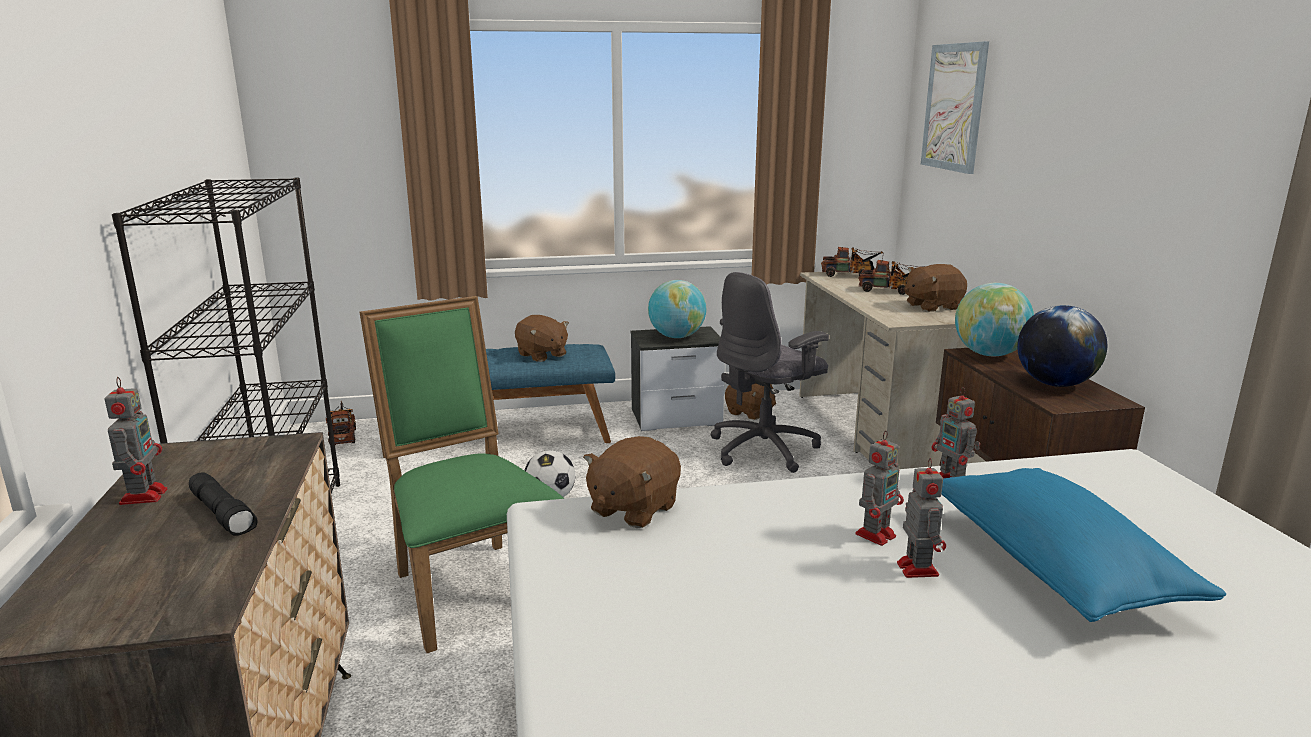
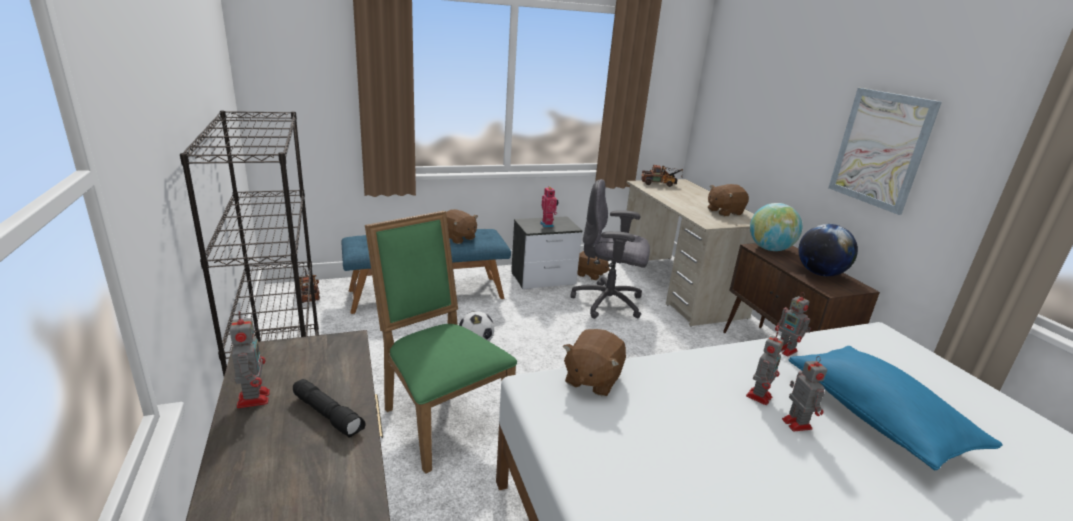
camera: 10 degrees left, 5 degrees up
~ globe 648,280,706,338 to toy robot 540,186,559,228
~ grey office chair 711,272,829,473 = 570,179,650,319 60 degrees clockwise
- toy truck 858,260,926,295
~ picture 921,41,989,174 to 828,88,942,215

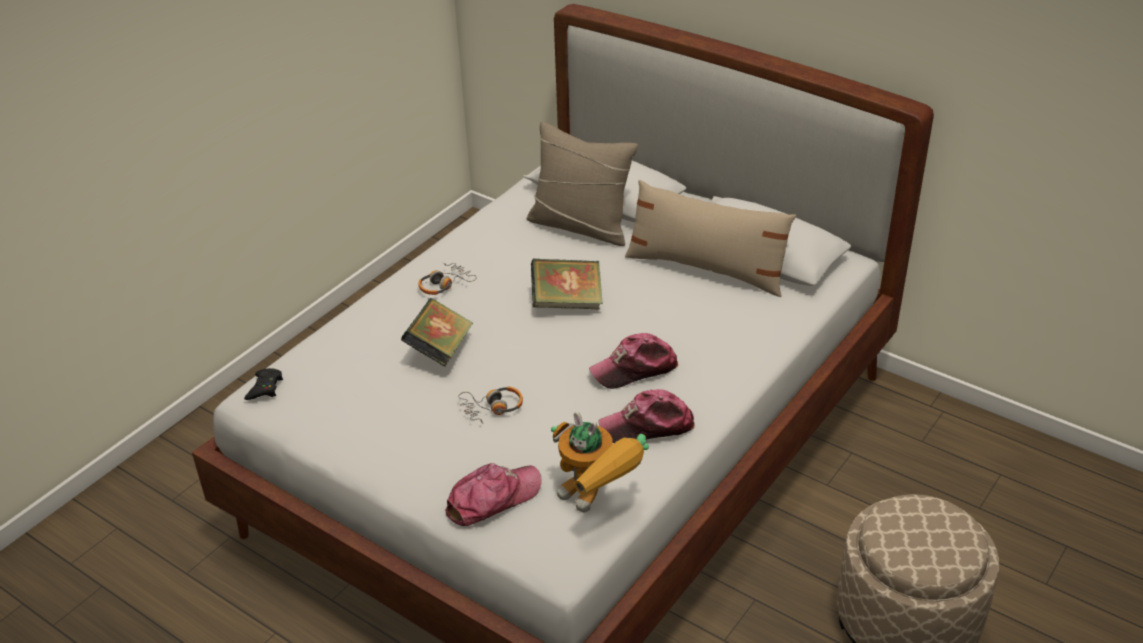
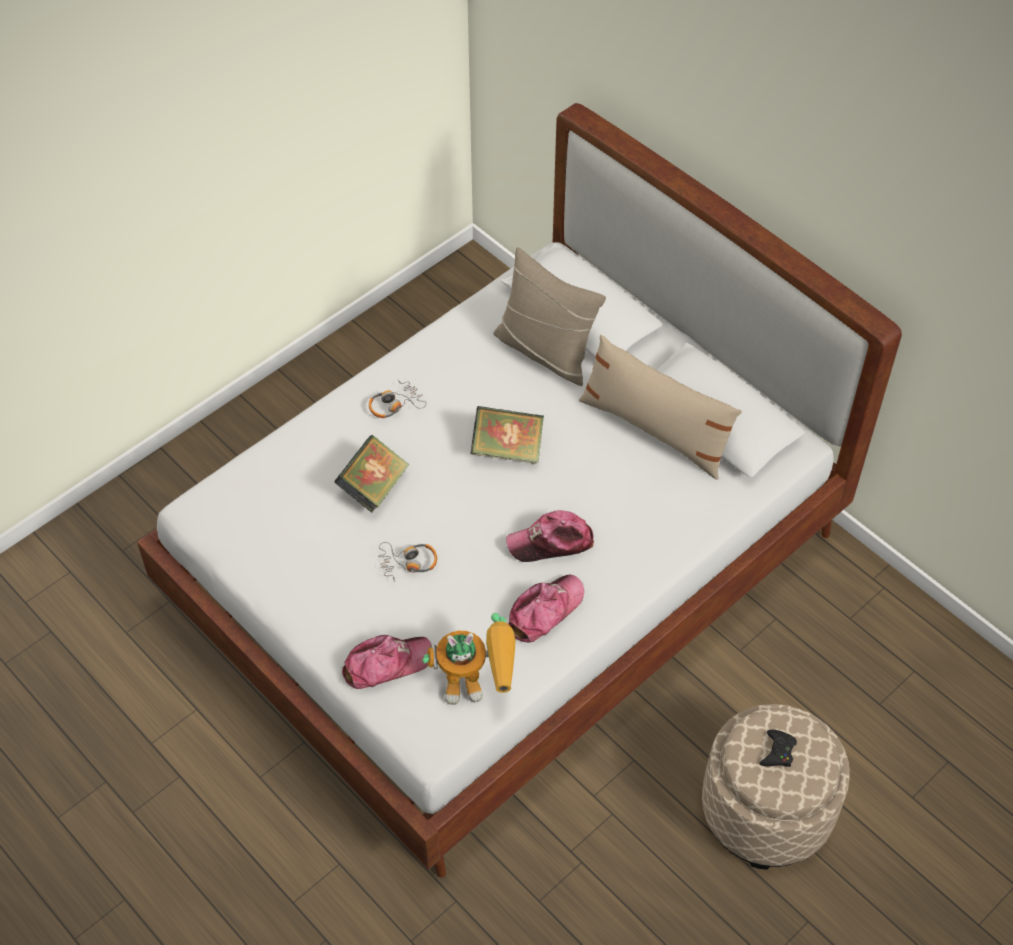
camera: 10 degrees right, 15 degrees up
~ black game controller 244,368,283,400 to 759,730,797,767
~ toy robot 551,411,649,513 = 422,613,515,705 60 degrees counterclockwise
~ cap 598,389,695,443 = 509,575,584,642 135 degrees clockwise

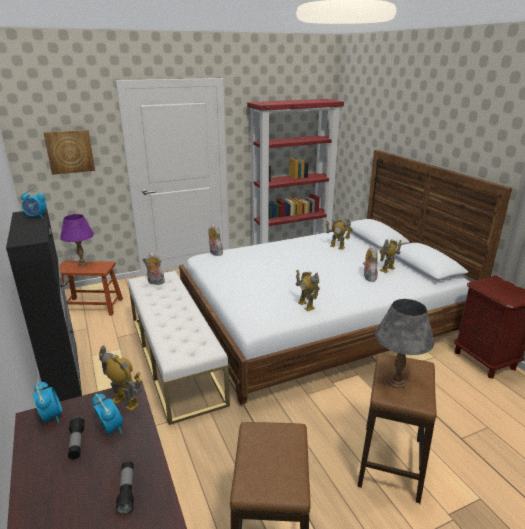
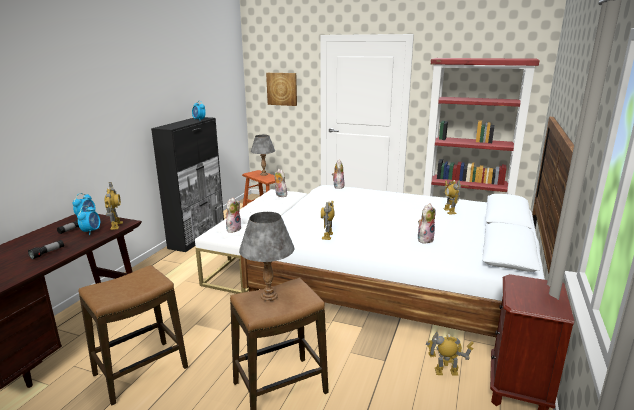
camera: 45 degrees right, 5 degrees down
~ purple table lamp 60,214,94,267 to grey table lamp 251,135,275,176
~ toy robot 380,239,402,273 to 426,332,474,376
+ plush toy 226,198,241,233

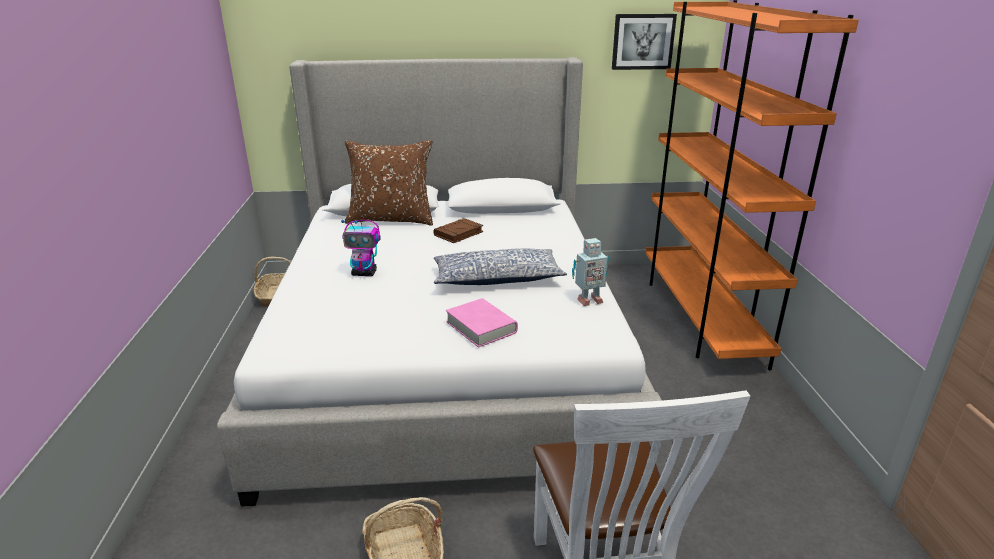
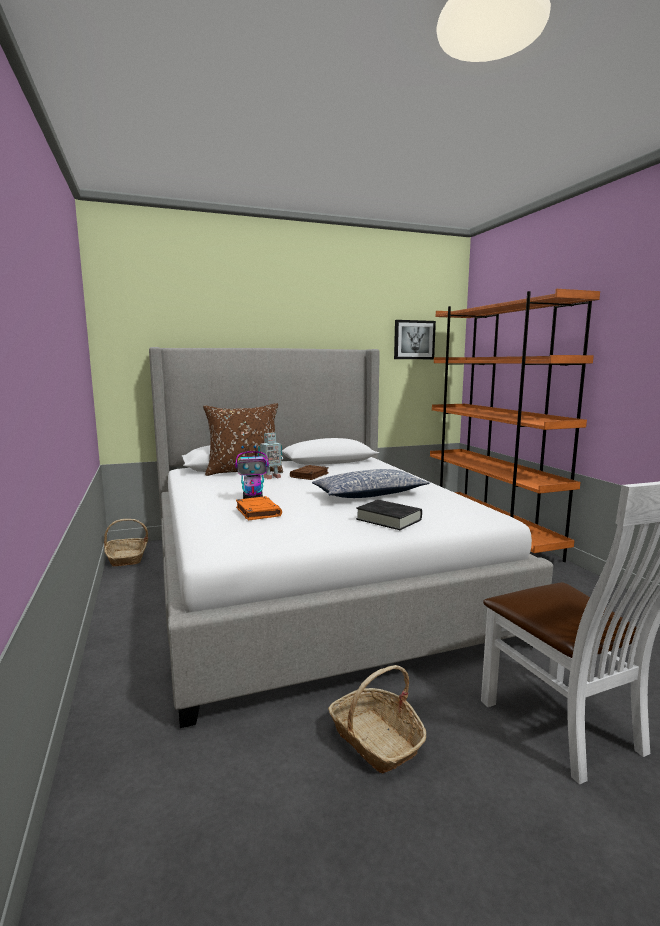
camera: 15 degrees left, 15 degrees down
~ pink book 446,298,518,348 to black book 356,500,422,530
~ toy robot 572,238,609,306 to 258,433,282,479
+ orange book 236,496,282,521

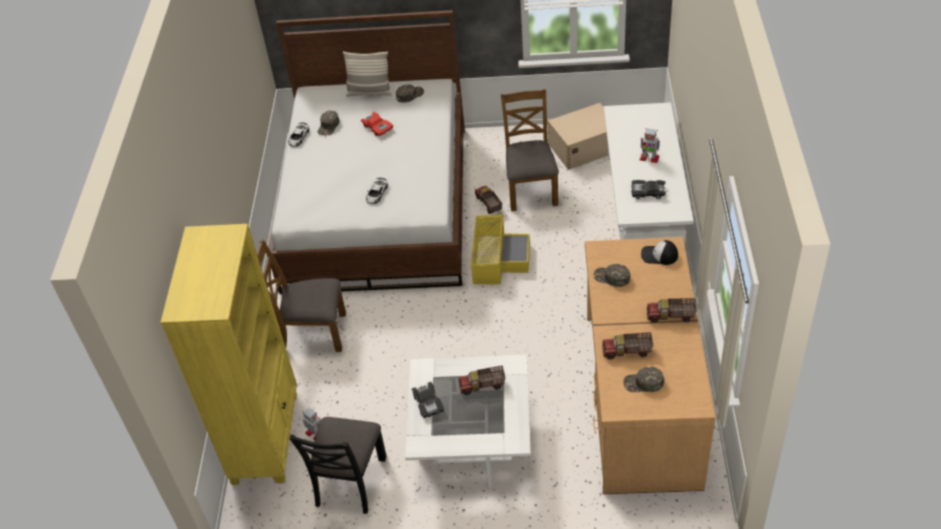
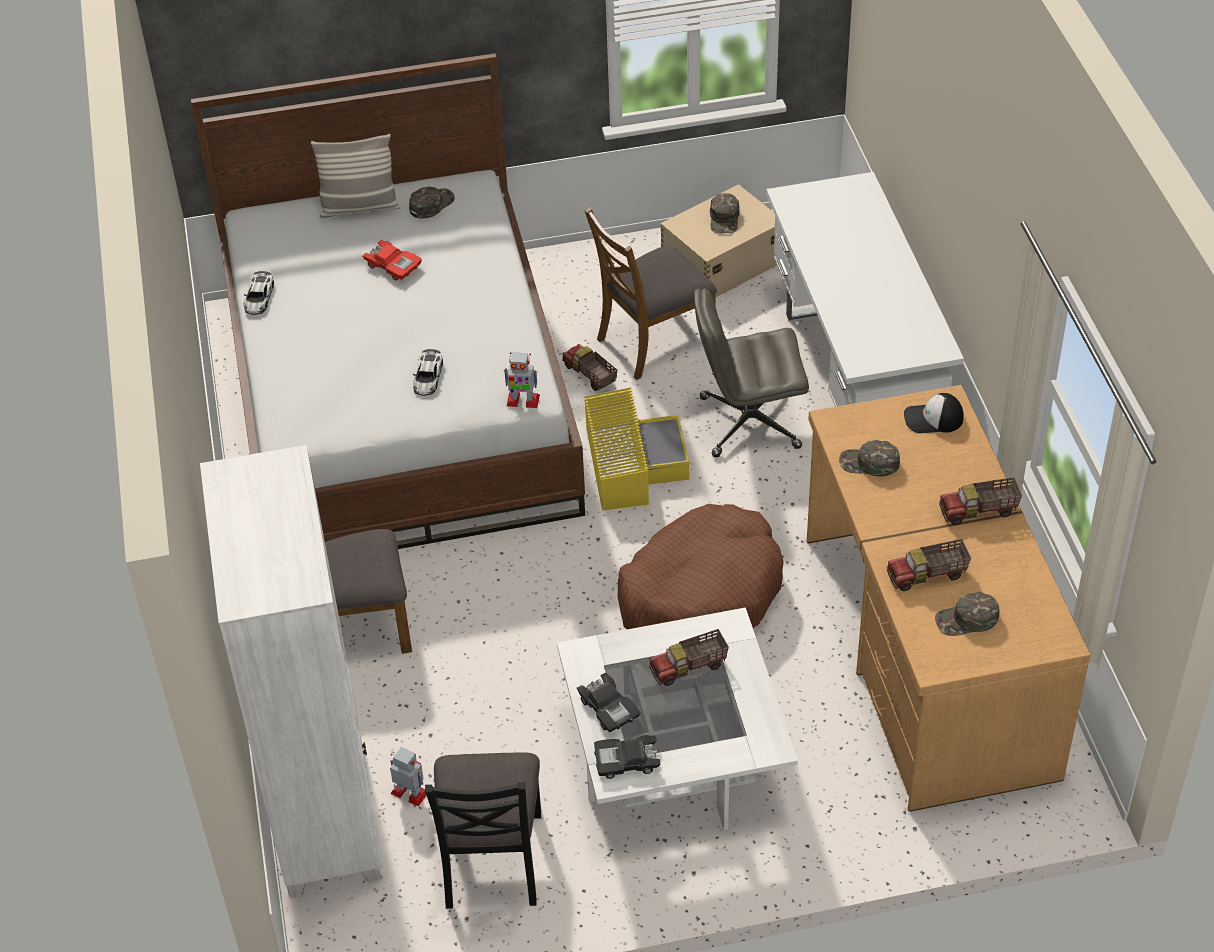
camera: 15 degrees left, 0 degrees up
~ yellow bookcase 160,224,297,485 to white bookcase 200,445,383,898
~ green cap 318,111,340,135 to 710,193,740,233
~ brown chair 501,89,559,211 = 585,207,717,380 105 degrees counterclockwise
~ black toy car 631,180,666,199 to 594,735,661,779
~ toy robot 640,129,660,163 to 504,352,540,408
+ brown dog bed 618,504,784,629
+ grey office chair 694,288,809,457

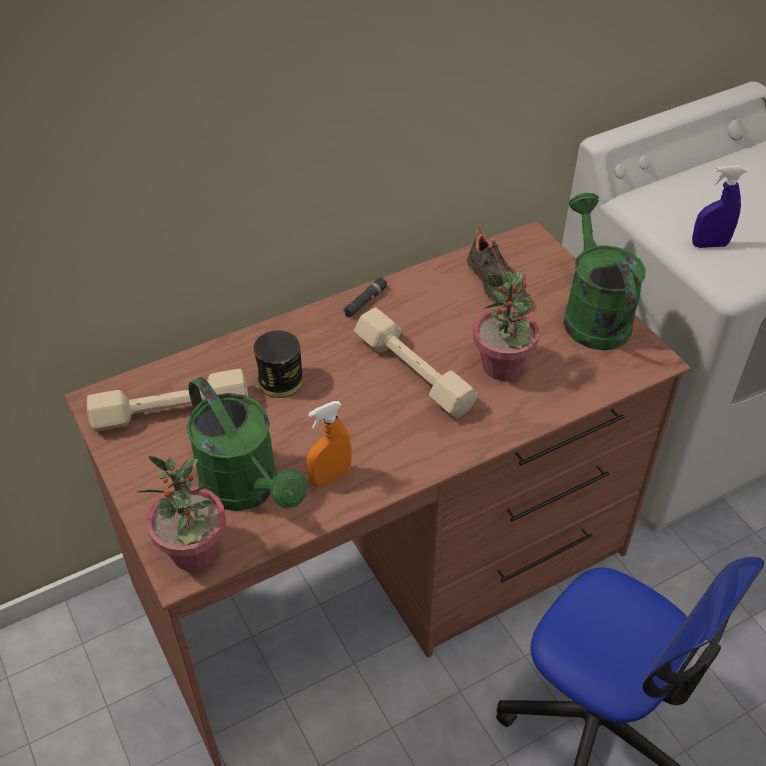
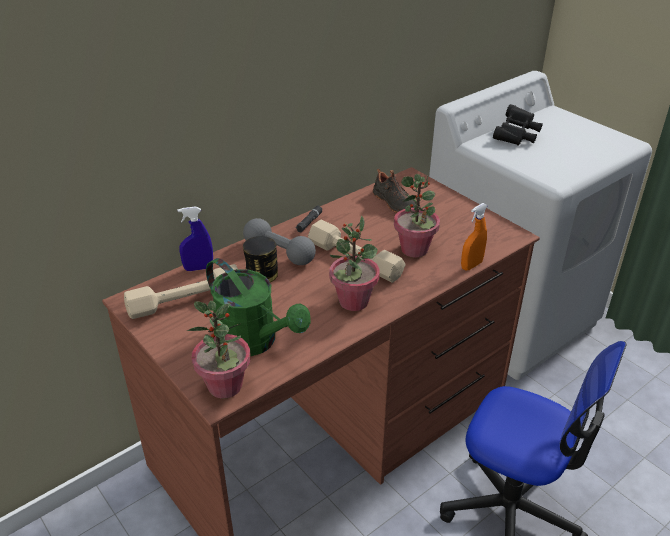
camera: 10 degrees left, 10 degrees down
~ orange spray bottle 307,401,352,487 to 461,203,488,271
- green watering can 563,193,646,350
~ blue spray bottle 692,166,746,248 to 177,206,213,271
+ grey dumbbell 243,218,316,265
+ potted plant 329,216,380,311
+ black binoculars 493,104,543,146

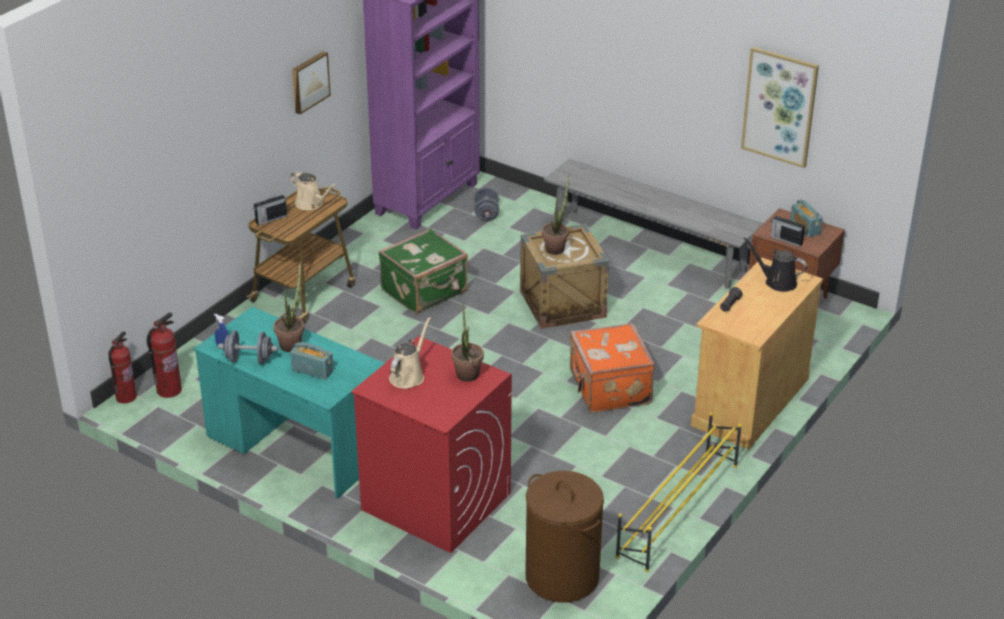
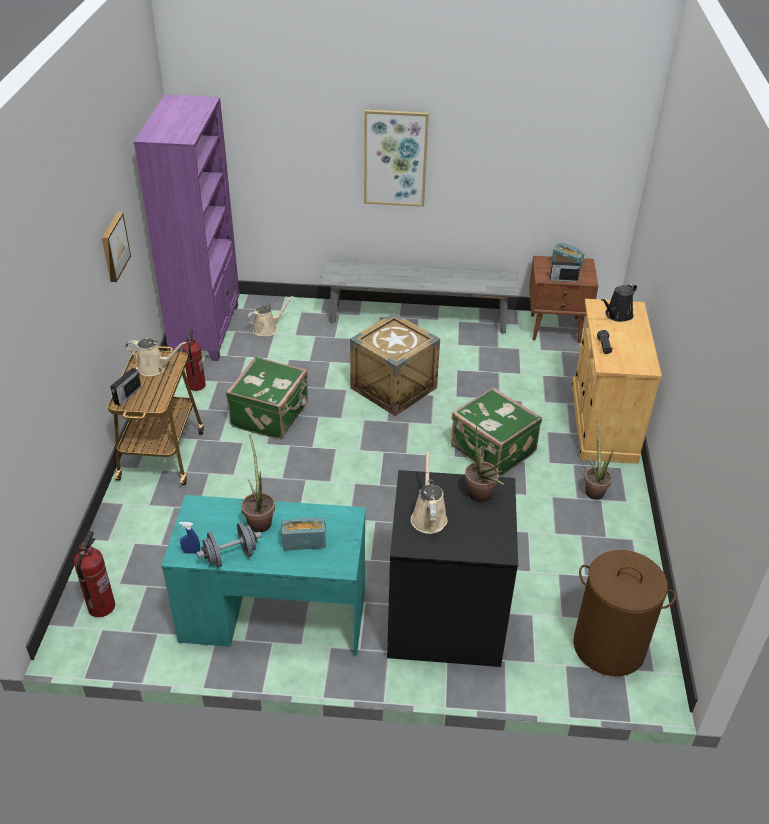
camera: 30 degrees left, 5 degrees up
~ fire extinguisher 108,331,137,404 to 183,330,206,391
~ red washing machine 351,336,512,553 to black washing machine 387,470,518,667
~ grey dumbbell 474,187,500,221 to beige watering can 247,296,294,336
~ potted plant 542,174,569,255 to 584,420,613,500
~ orange suitcase 570,323,655,413 to green suitcase 451,387,542,477
- yellow shoe rack 616,413,742,572
~ picture 741,47,819,168 to 364,110,429,207
~ black watering can 743,237,807,292 = 601,283,637,322 45 degrees counterclockwise

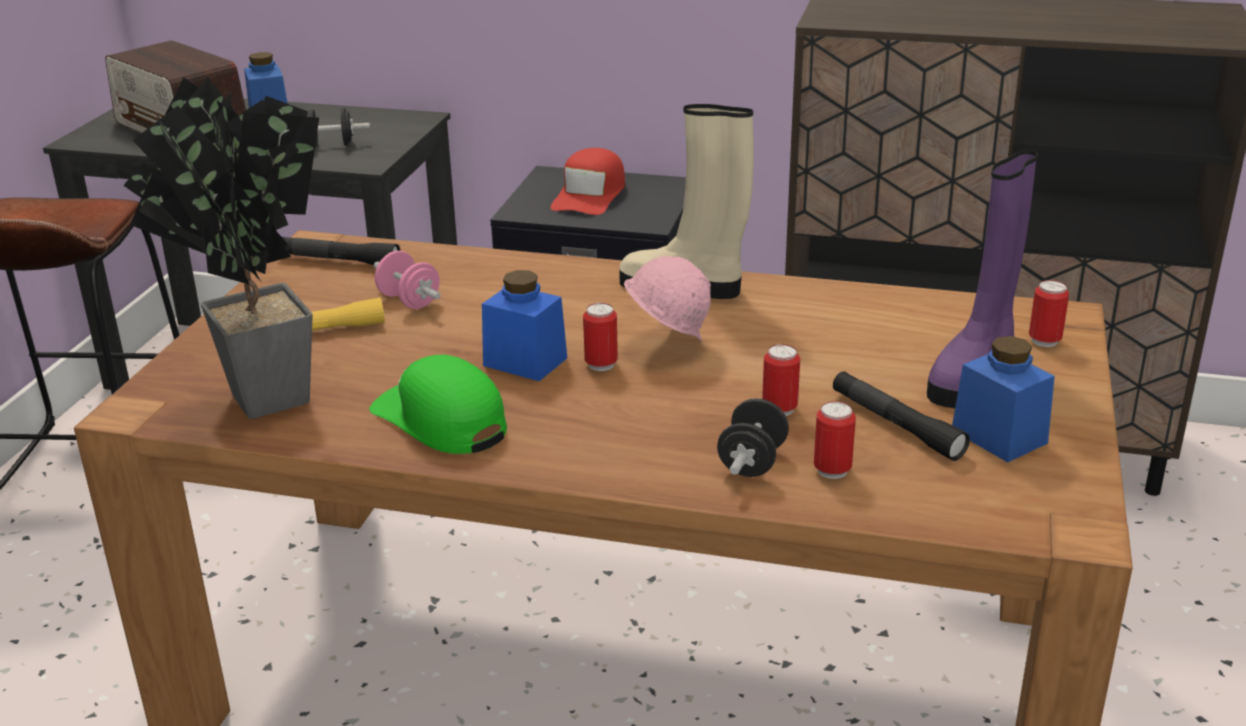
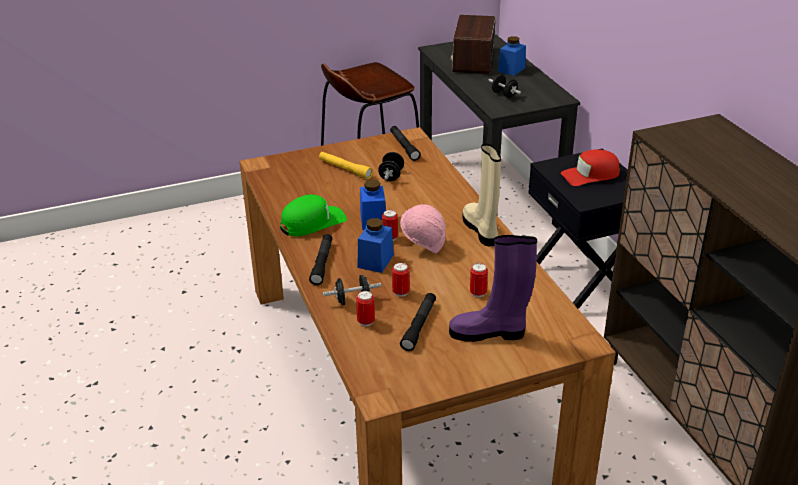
camera: 55 degrees right, 5 degrees up
- potted plant 123,77,319,419
~ green cap 369,355,507,454 = 280,194,347,237 45 degrees clockwise
~ pink dumbbell 374,251,441,309 to black dumbbell 378,152,404,181
~ blue jar 952,336,1055,462 to 358,218,394,273
~ can 1029,280,1069,347 to 470,263,488,297
+ black flashlight 309,234,333,285

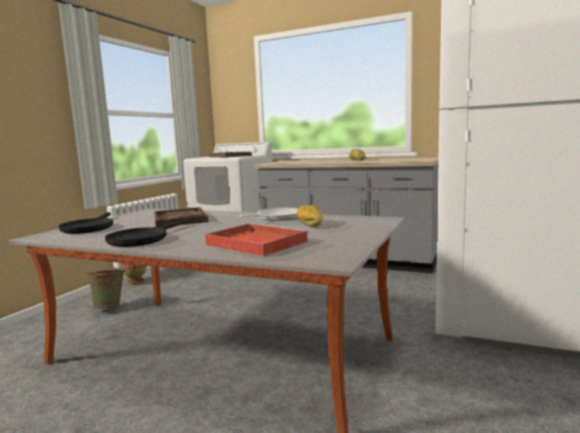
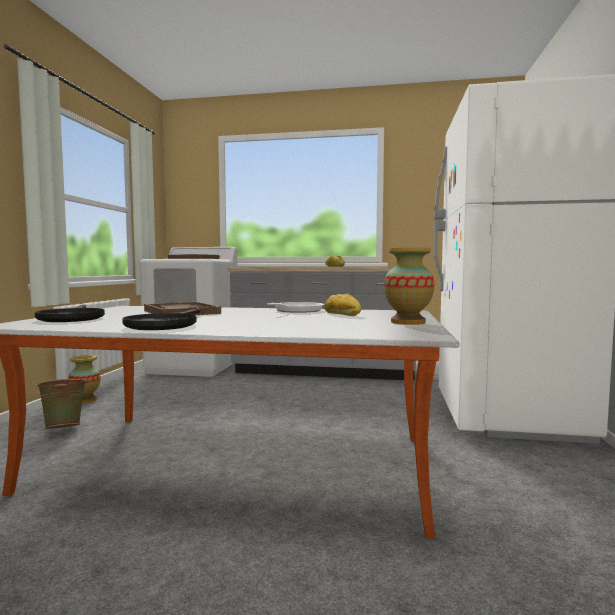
camera: 15 degrees left, 5 degrees down
- red tray 205,223,309,257
+ vase 384,248,434,325

